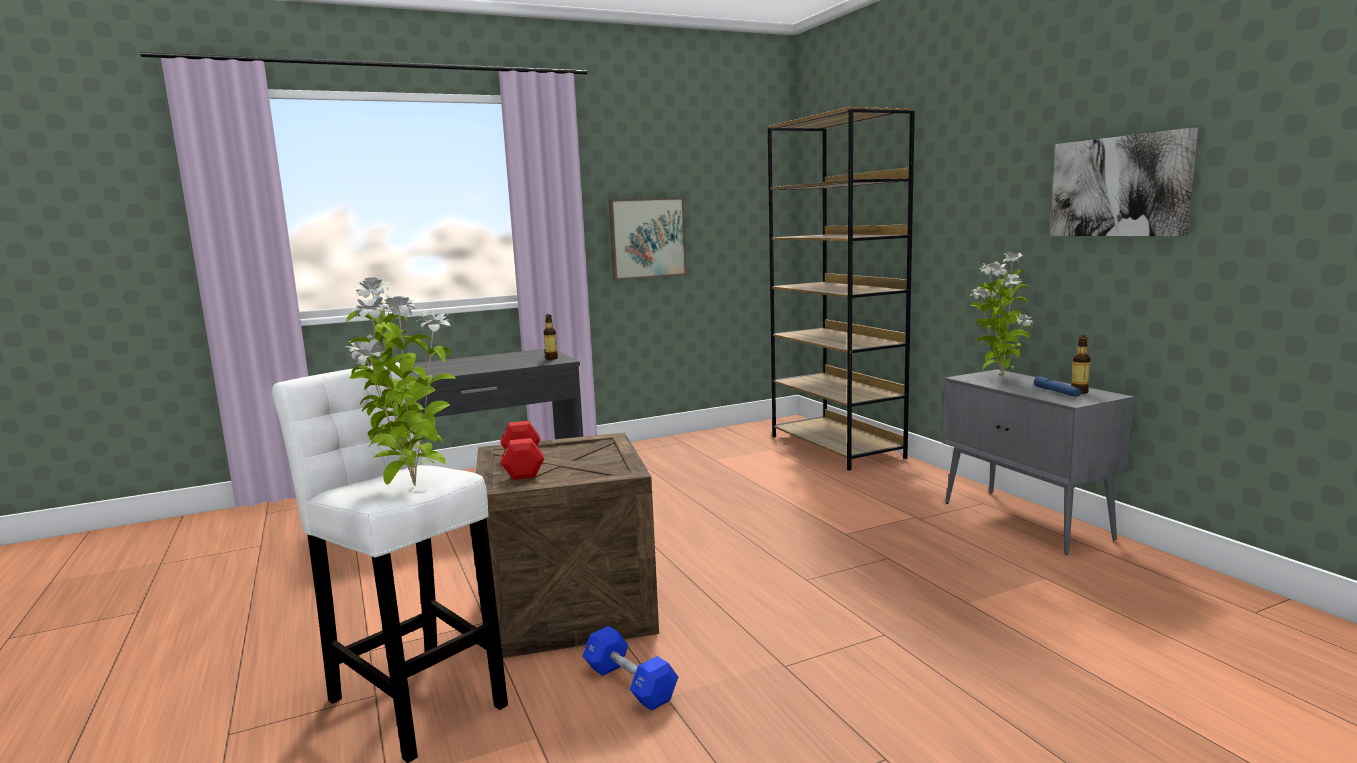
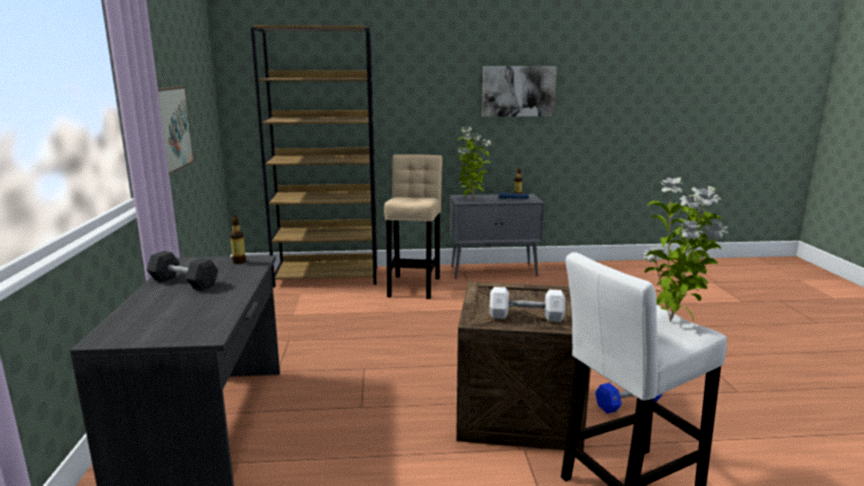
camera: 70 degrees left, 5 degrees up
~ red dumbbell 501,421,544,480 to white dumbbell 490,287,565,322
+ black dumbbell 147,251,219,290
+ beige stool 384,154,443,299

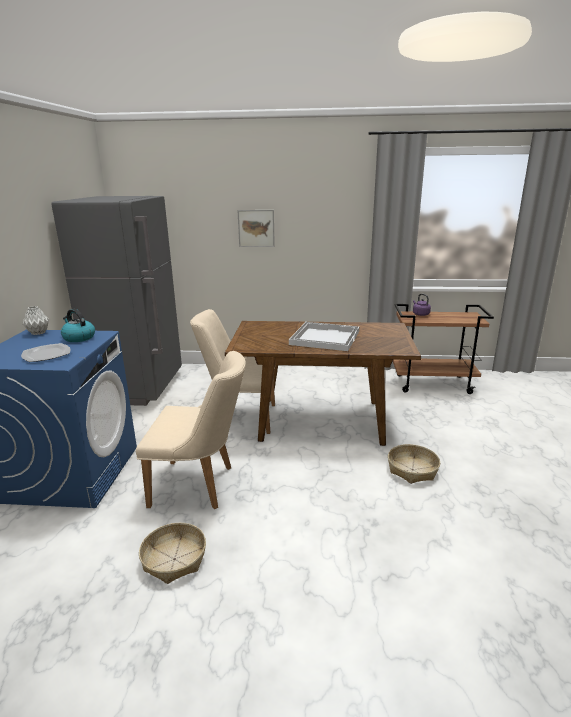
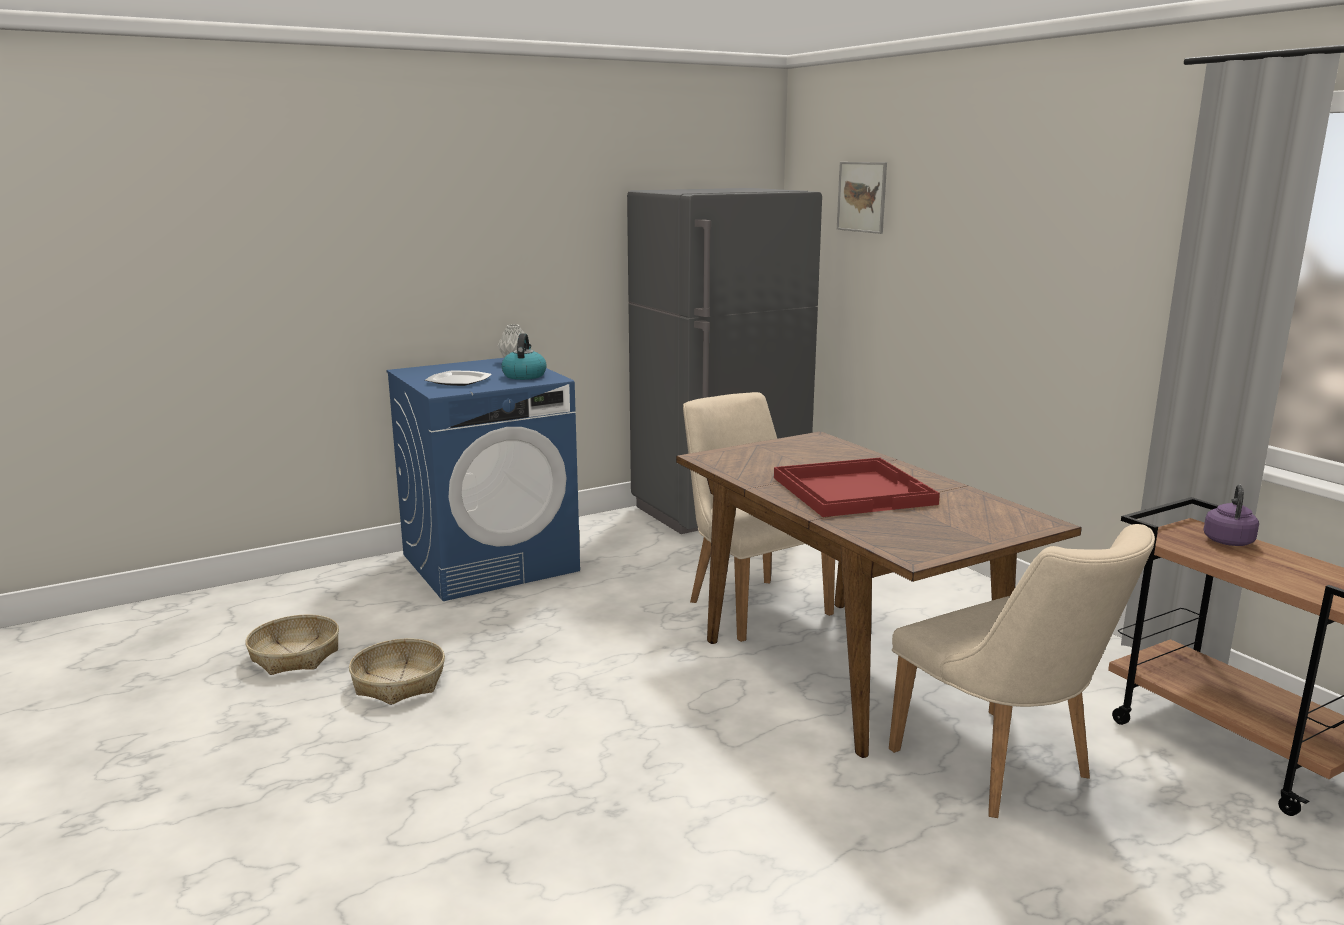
camera: 55 degrees right, 5 degrees down
~ beige chair 136,351,246,510 to 889,524,1155,818
~ picture 237,210,275,247 to 837,162,887,234
~ white tray 289,322,359,351 to red tray 774,458,940,517
~ basket 388,444,440,484 to 245,615,339,675

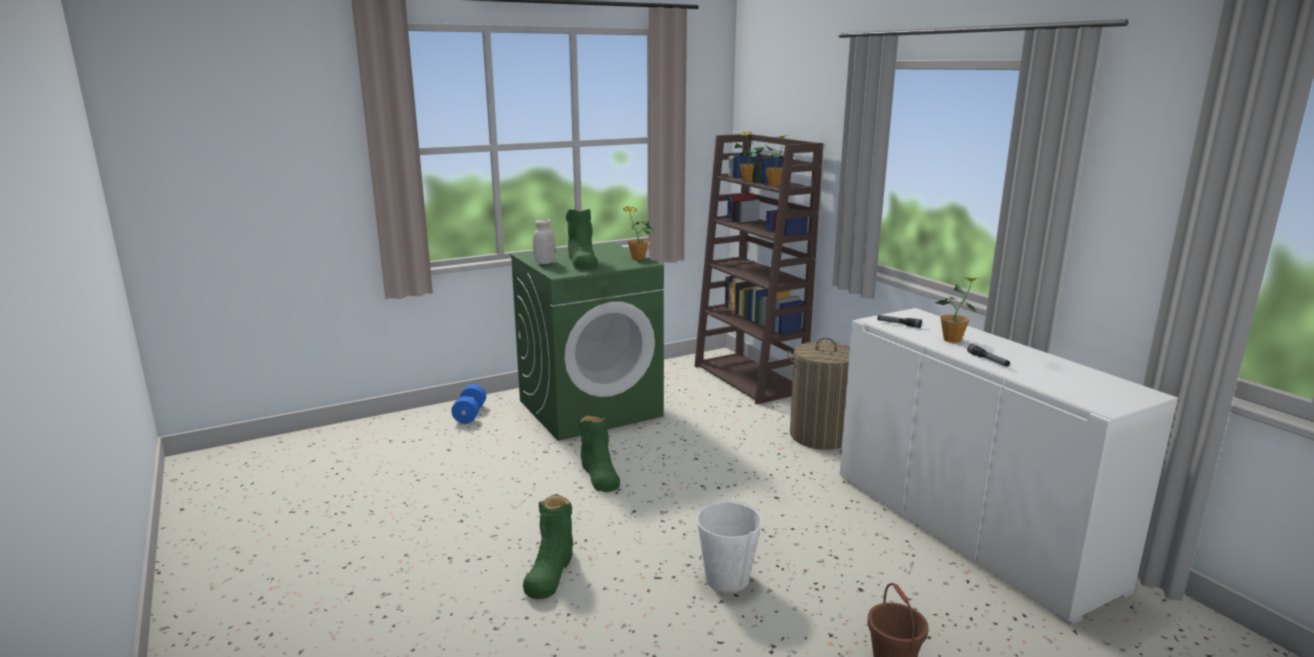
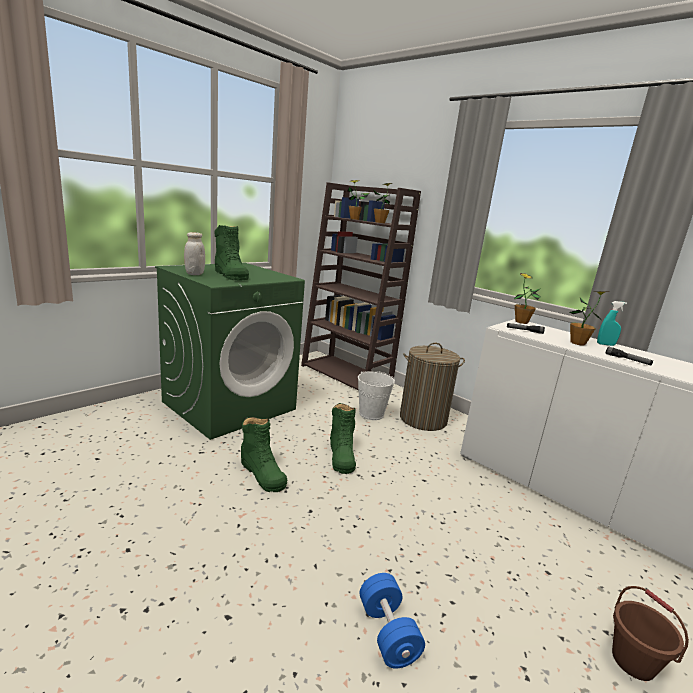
camera: 20 degrees left, 0 degrees up
~ blue dumbbell 451,384,486,424 to 360,573,425,668
~ green boot 523,494,573,599 to 330,403,356,474
~ potted plant 623,207,654,260 to 514,273,541,324
~ white bucket 697,501,763,593 to 358,371,395,420
+ turquoise spray bottle 597,301,627,346

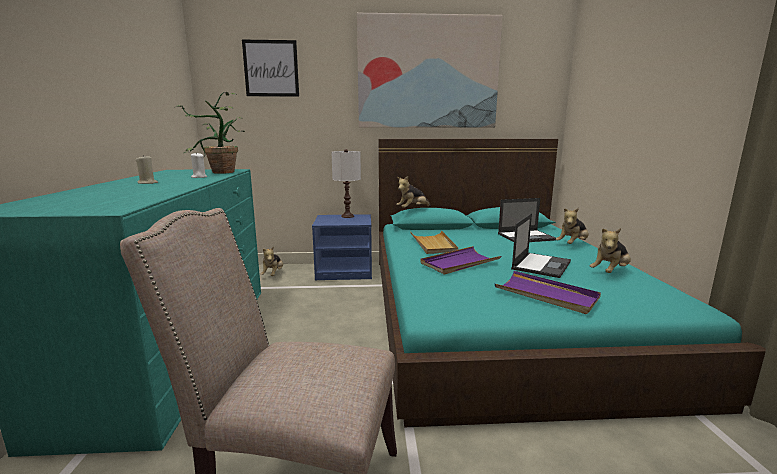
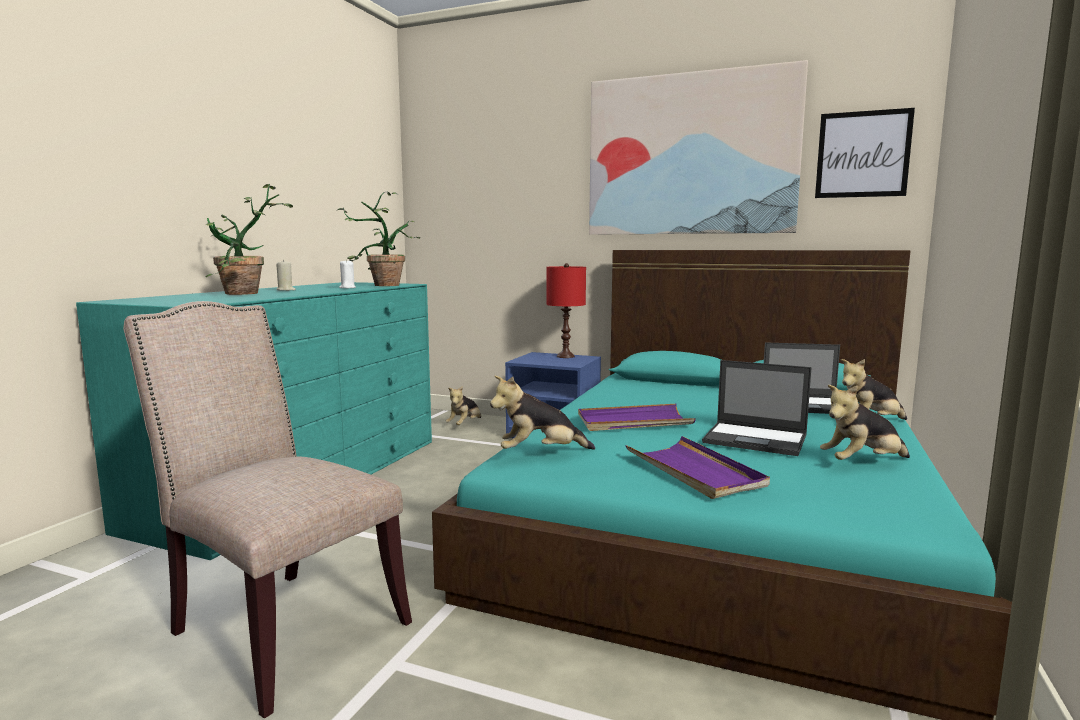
camera: 25 degrees right, 5 degrees down
~ picture 242,40,299,97 to 815,108,915,198
~ white table lamp 331,149,361,218 to red table lamp 546,263,586,358
~ plush toy 396,176,431,208 to 490,376,595,450
- beige tray 410,231,458,254
~ laptop 511,213,571,278 = 702,360,812,456 60 degrees clockwise
+ potted plant 206,184,293,295

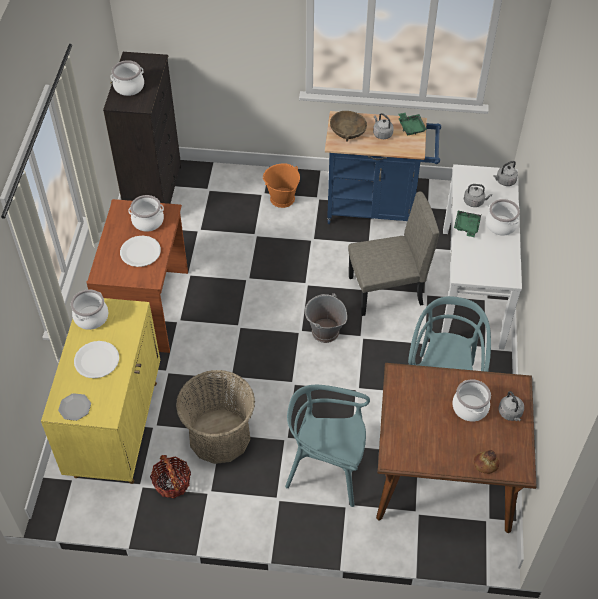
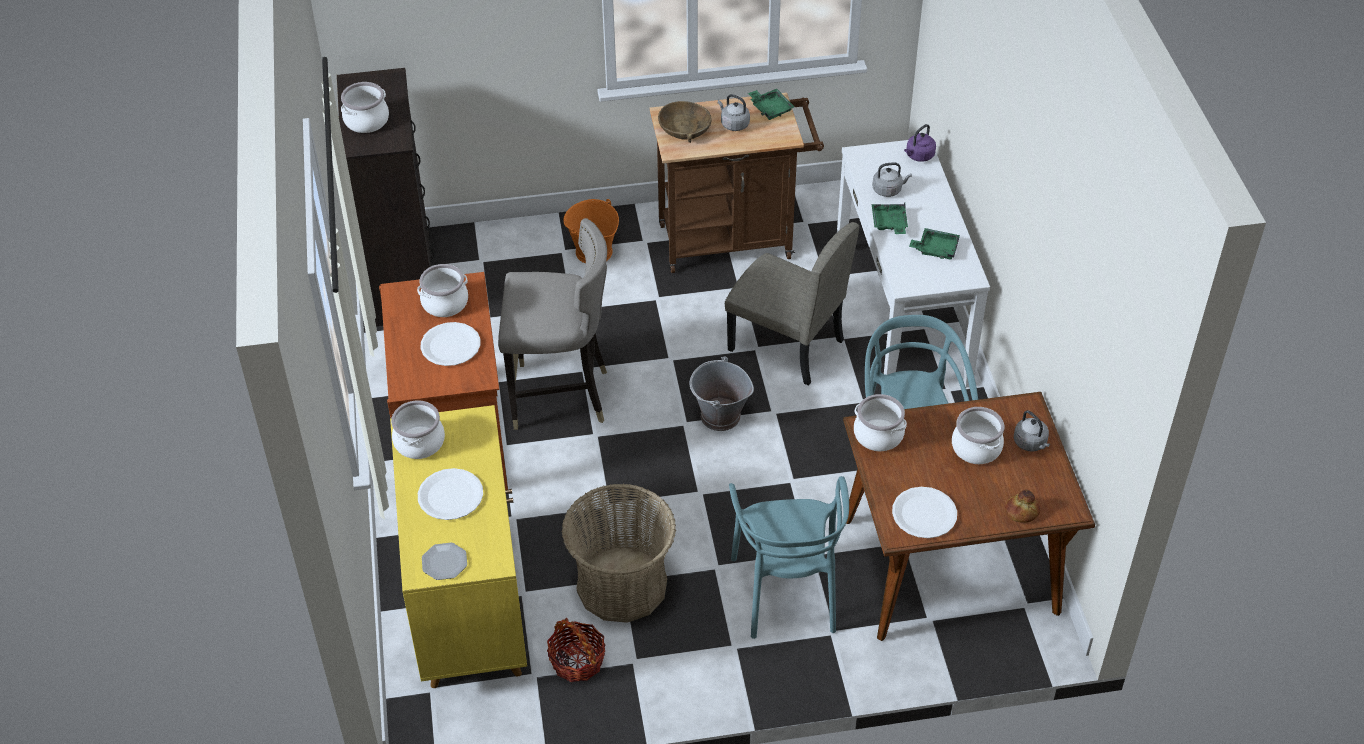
camera: 15 degrees left, 5 degrees down
~ turquoise chair 285,385,370,507 = 729,476,849,639 90 degrees counterclockwise
~ blue cart 325,111,441,224 to brown cart 650,93,824,273
~ beige chair 348,192,439,316 = 725,222,859,386 60 degrees clockwise
~ cooking pot 486,199,520,236 to 854,394,907,451
~ grey kettle 493,161,518,186 to purple kettle 904,124,936,162
+ grey stool 498,218,607,430
+ white plate 892,487,957,538
+ green tray 909,228,960,260

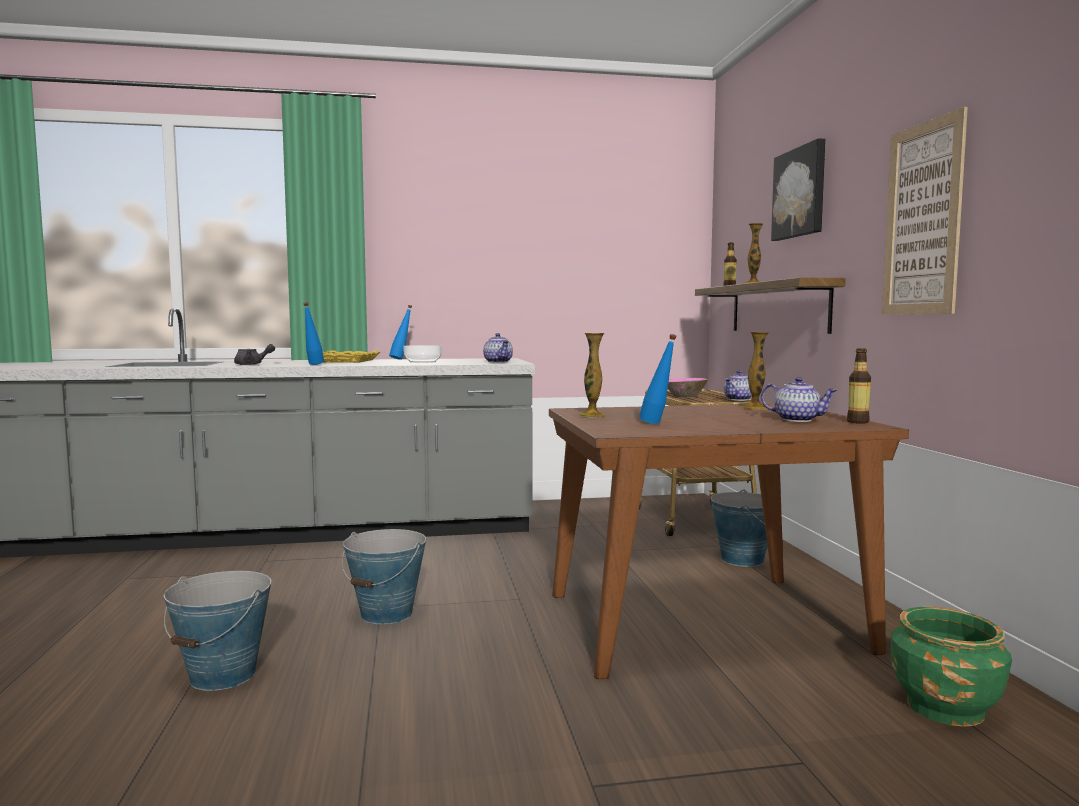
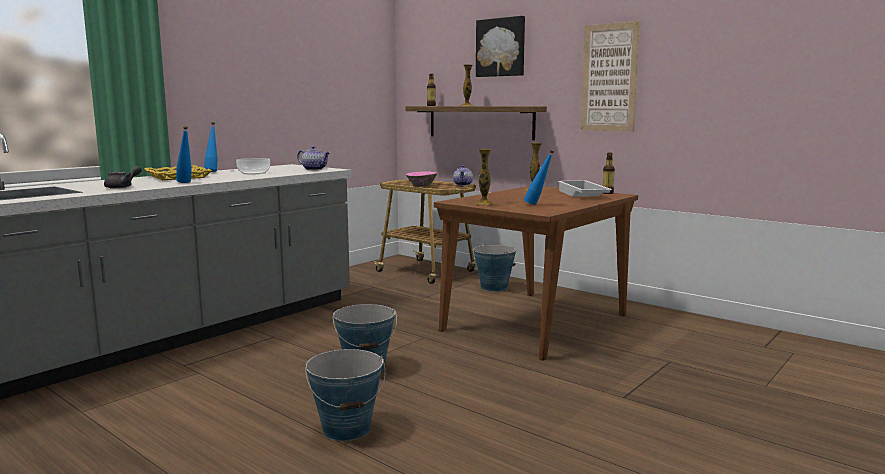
camera: 40 degrees left, 5 degrees up
~ teapot 761,377,838,422 to white tray 558,181,612,197
- green planter 890,607,1012,727

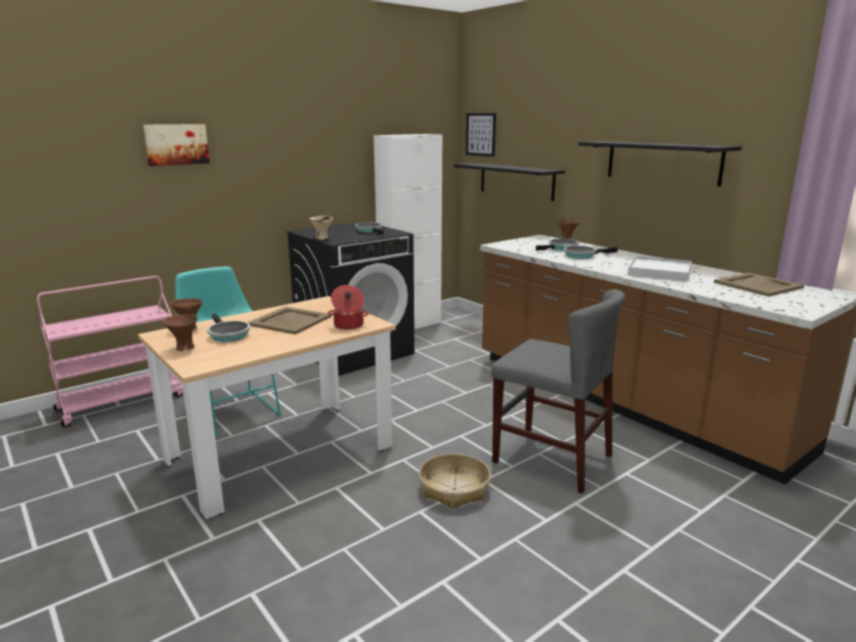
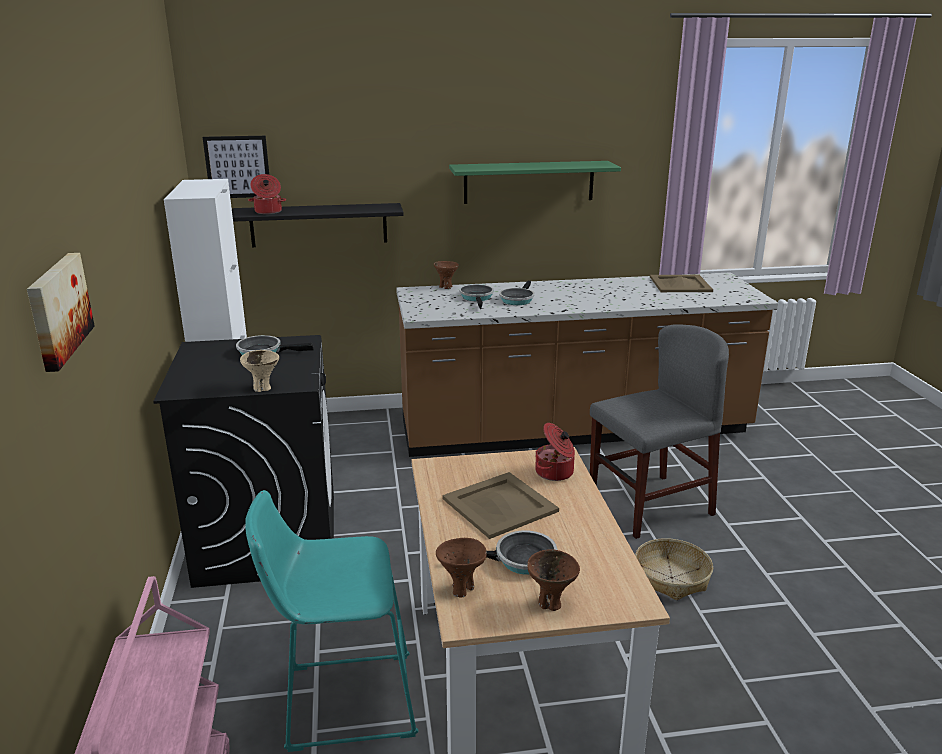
camera: 60 degrees left, 5 degrees up
~ black shelf 578,141,742,187 to green shelf 449,161,621,204
- white tray 628,256,692,281
+ cooking pot 248,174,286,214

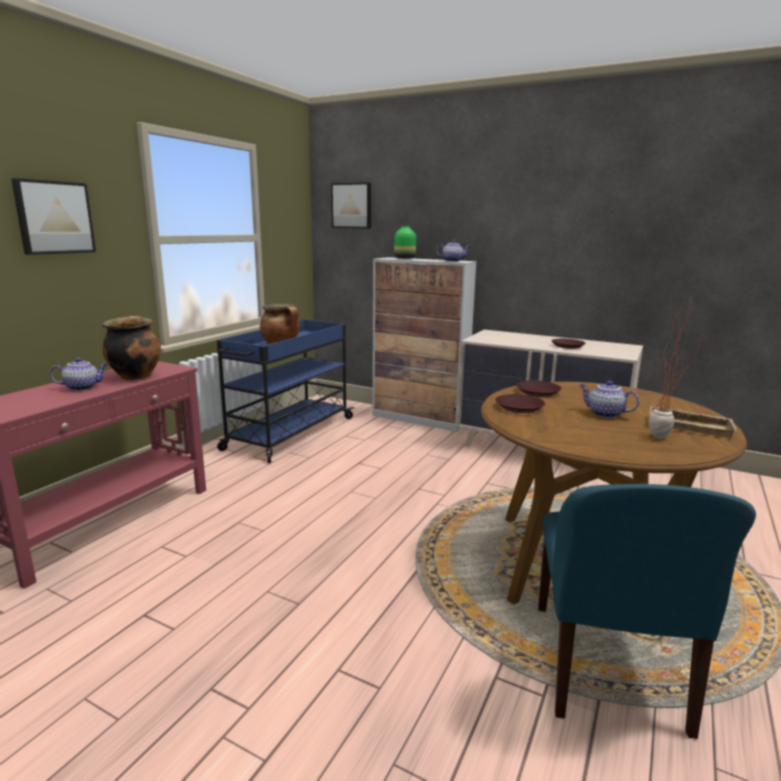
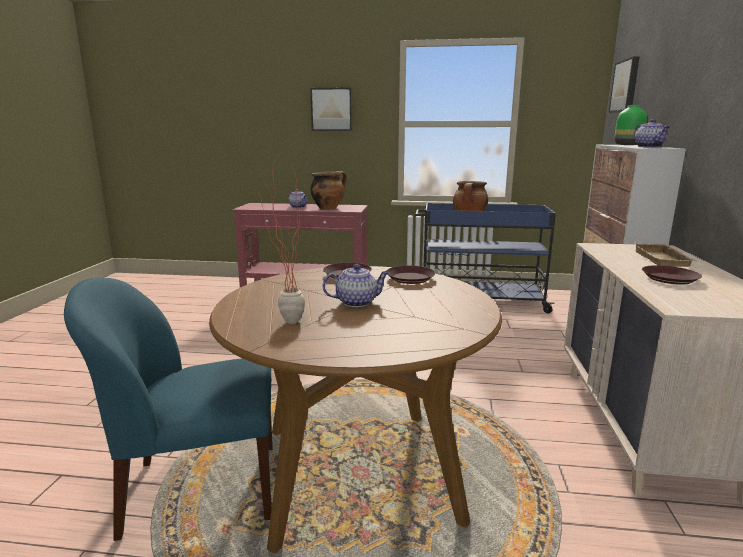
camera: 70 degrees right, 0 degrees up
~ teapot 579,381,640,418 = 323,264,389,307 60 degrees clockwise
~ beige tray 649,406,737,438 to 634,242,696,267

